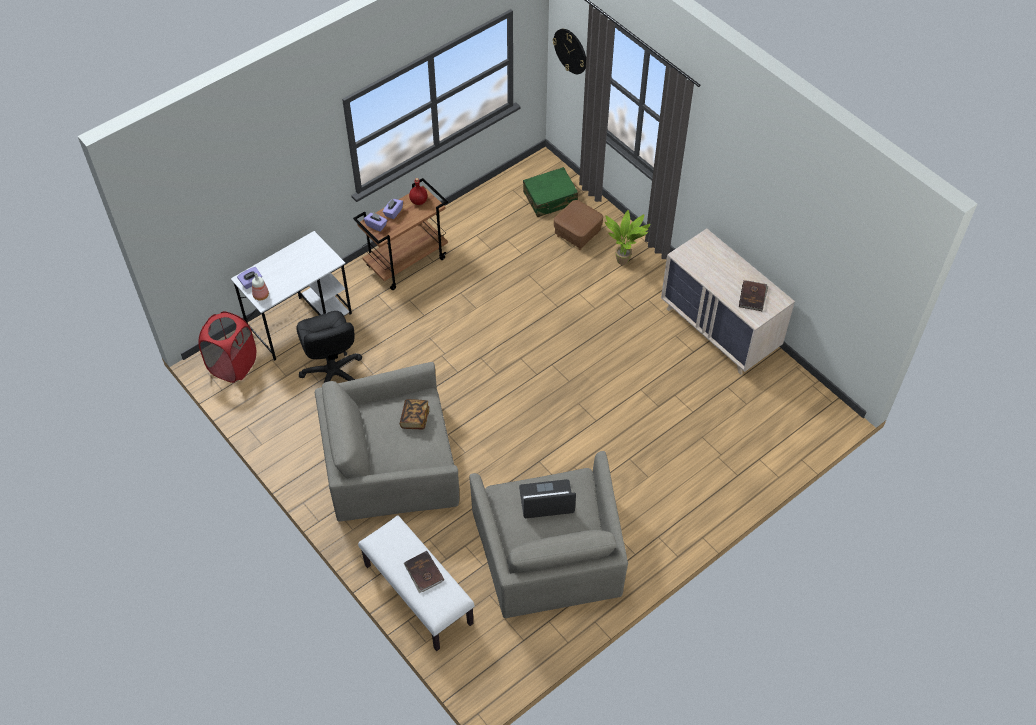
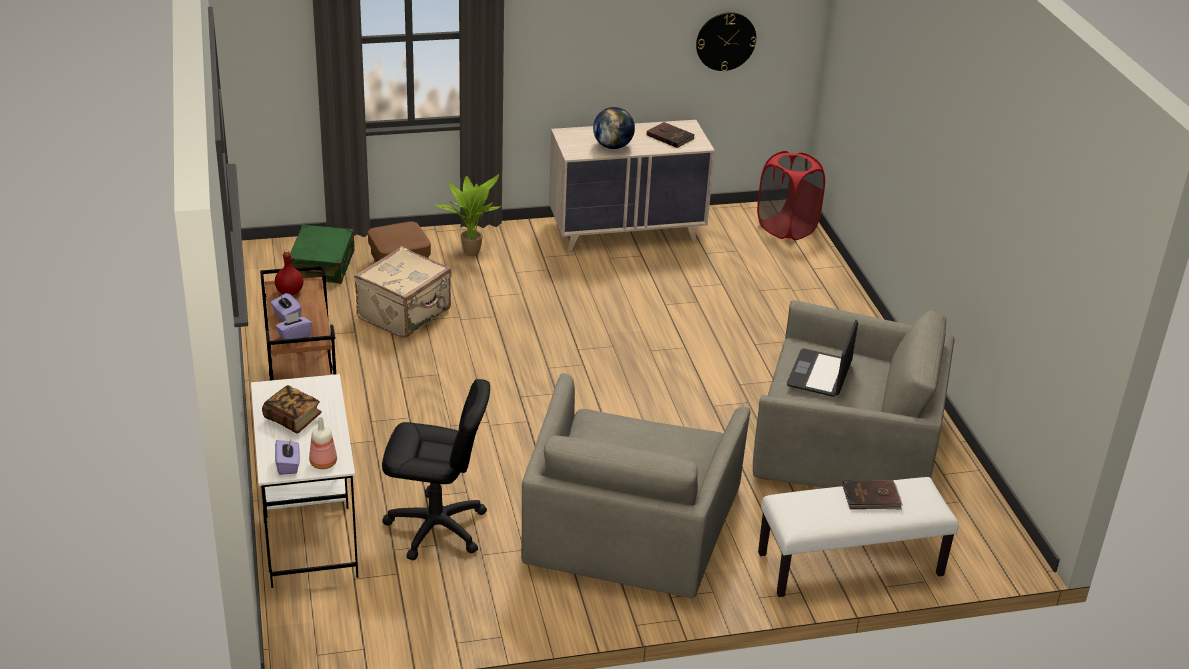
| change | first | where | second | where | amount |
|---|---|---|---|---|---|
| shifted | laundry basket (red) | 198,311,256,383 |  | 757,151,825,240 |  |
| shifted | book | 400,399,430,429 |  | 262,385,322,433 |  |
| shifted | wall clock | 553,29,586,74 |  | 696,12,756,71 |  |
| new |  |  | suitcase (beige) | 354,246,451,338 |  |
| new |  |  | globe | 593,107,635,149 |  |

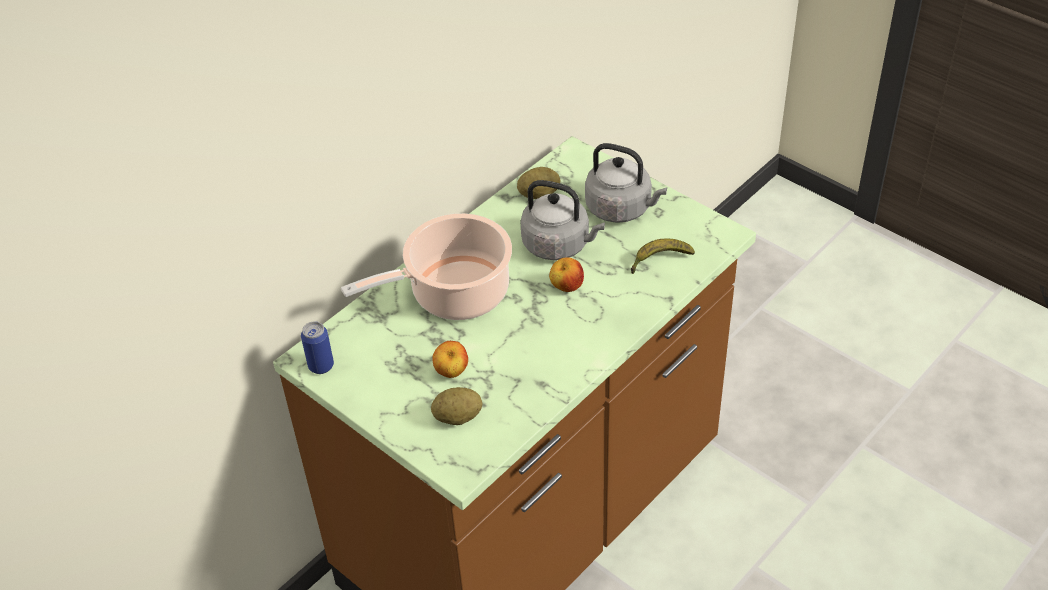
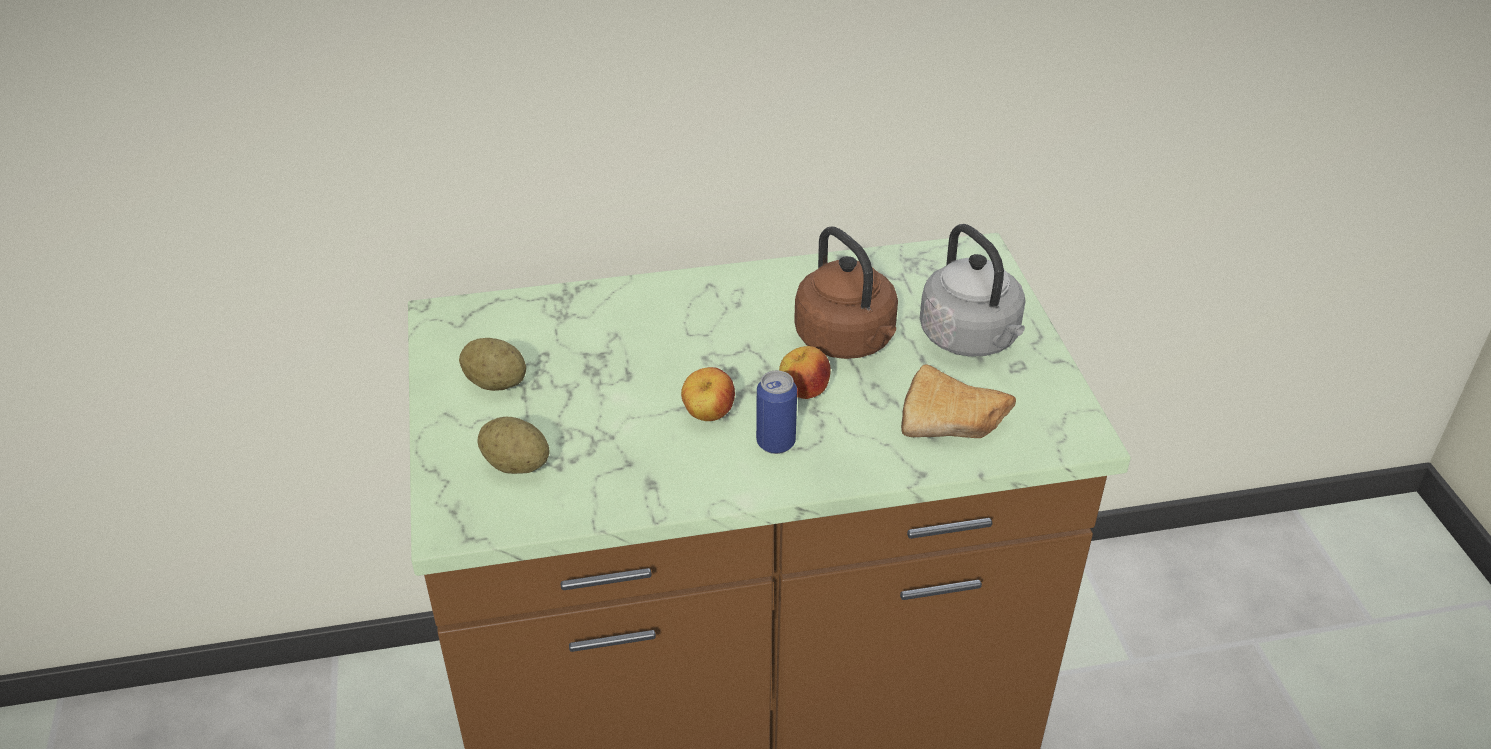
| change | first | where | second | where | amount |
|---|---|---|---|---|---|
| shifted | can | 301,321,334,374 |  | 756,371,797,454 |  |
| gone | cooking pot | 341,213,512,320 |  |  |  |
| shifted | apple | 432,341,468,378 |  | 681,367,735,421 |  |
| shifted | potato | 517,167,560,199 |  | 459,338,526,391 |  |
| repainted | kettle (grey) | 520,180,605,260 | kettle (brown) | 794,226,898,359 |  |
| swapped | banana | 631,238,695,274 | bread | 901,365,1016,438 |  |

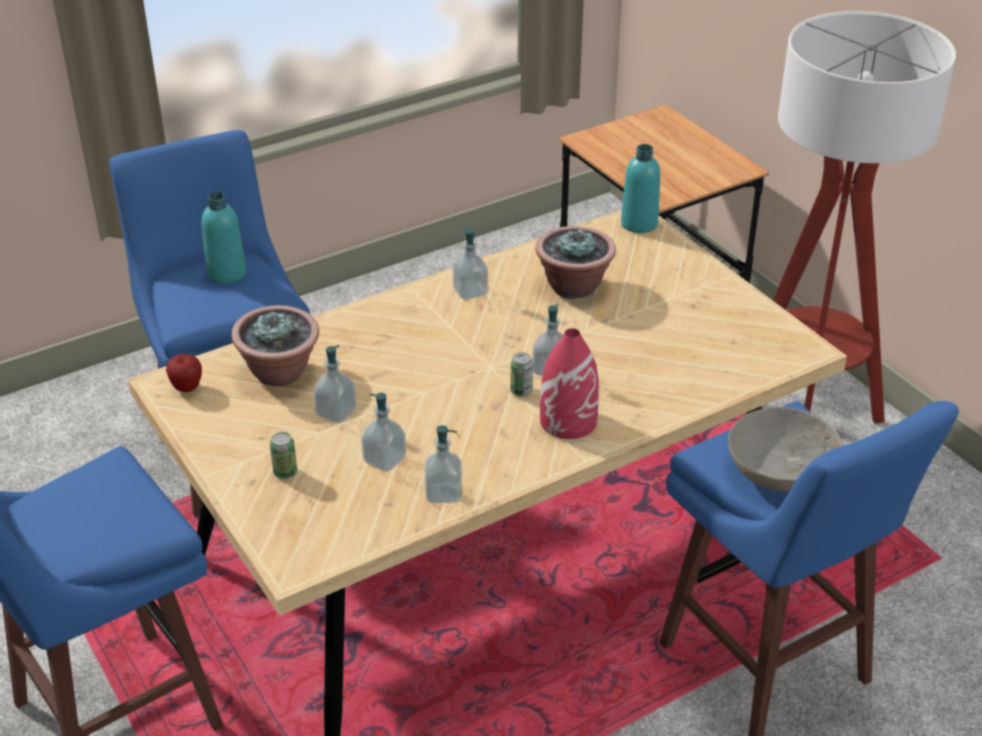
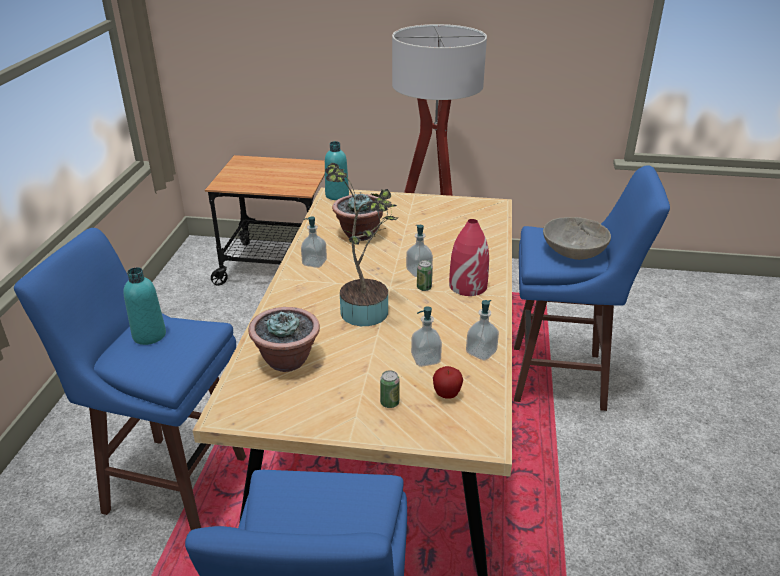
| change | first | where | second | where | amount |
|---|---|---|---|---|---|
| shifted | apple | 166,354,202,392 |  | 433,366,463,399 |  |
| gone | soap dispenser | 313,345,356,423 |  |  |  |
| new |  |  | potted plant | 325,163,398,326 |  |

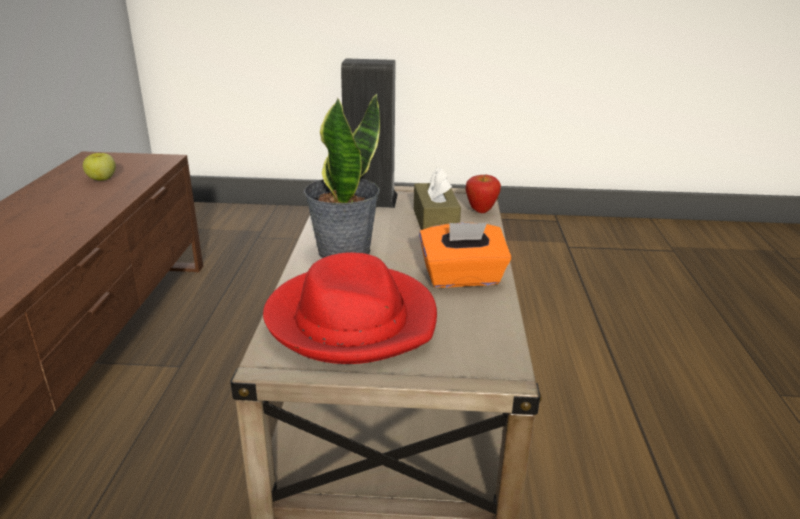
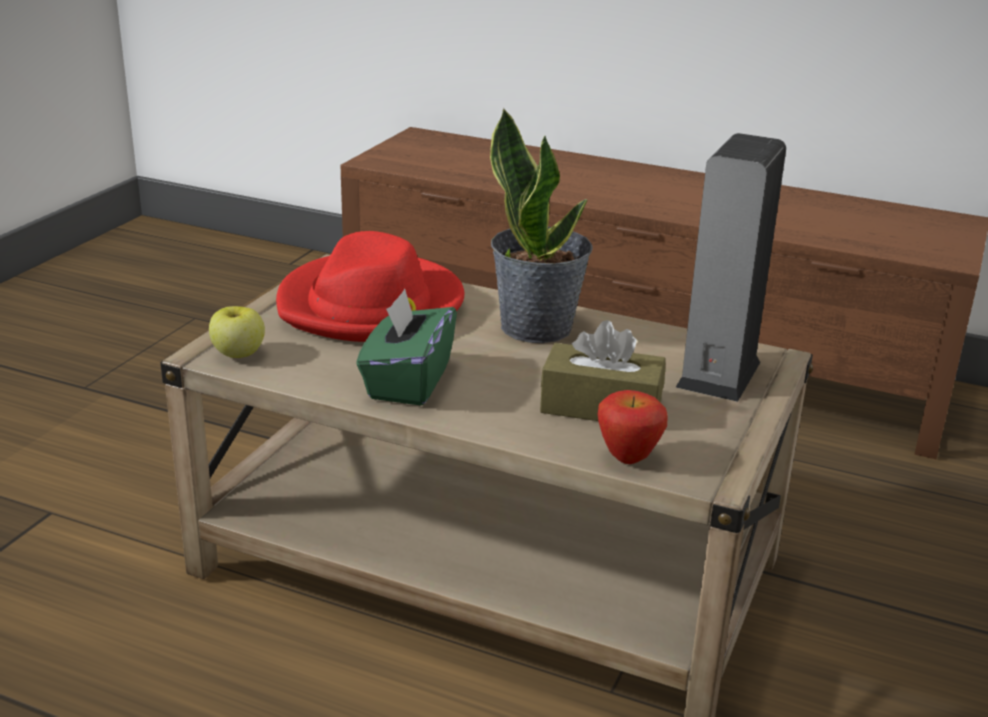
| change | first | where | second | where | amount |
|---|---|---|---|---|---|
| shifted | apple | 83,153,116,180 |  | 209,306,265,358 |  |
| repainted | tissue box (orange) | 419,223,512,288 | tissue box (green) | 356,289,457,406 |  |

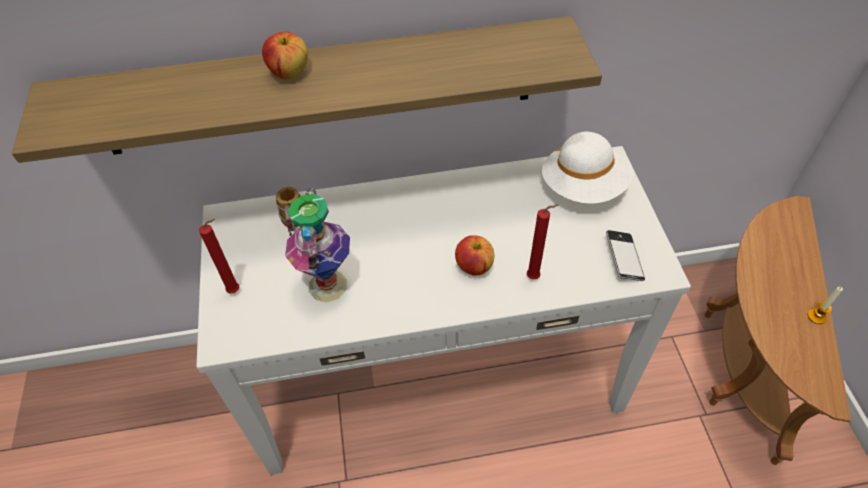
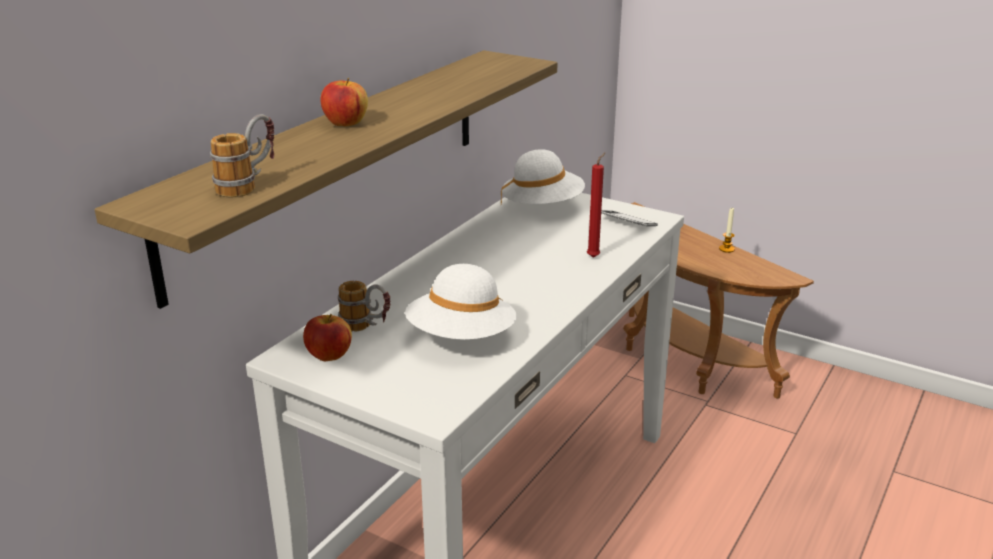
| change | first | where | second | where | amount |
|---|---|---|---|---|---|
| gone | candle (red) | 199,219,239,294 |  |  |  |
| swapped | vase | 285,188,350,303 | hat (white) | 405,264,517,340 |  |
| shifted | apple | 455,235,494,275 |  | 303,314,352,361 |  |
| new |  |  | mug | 210,114,275,197 |  |

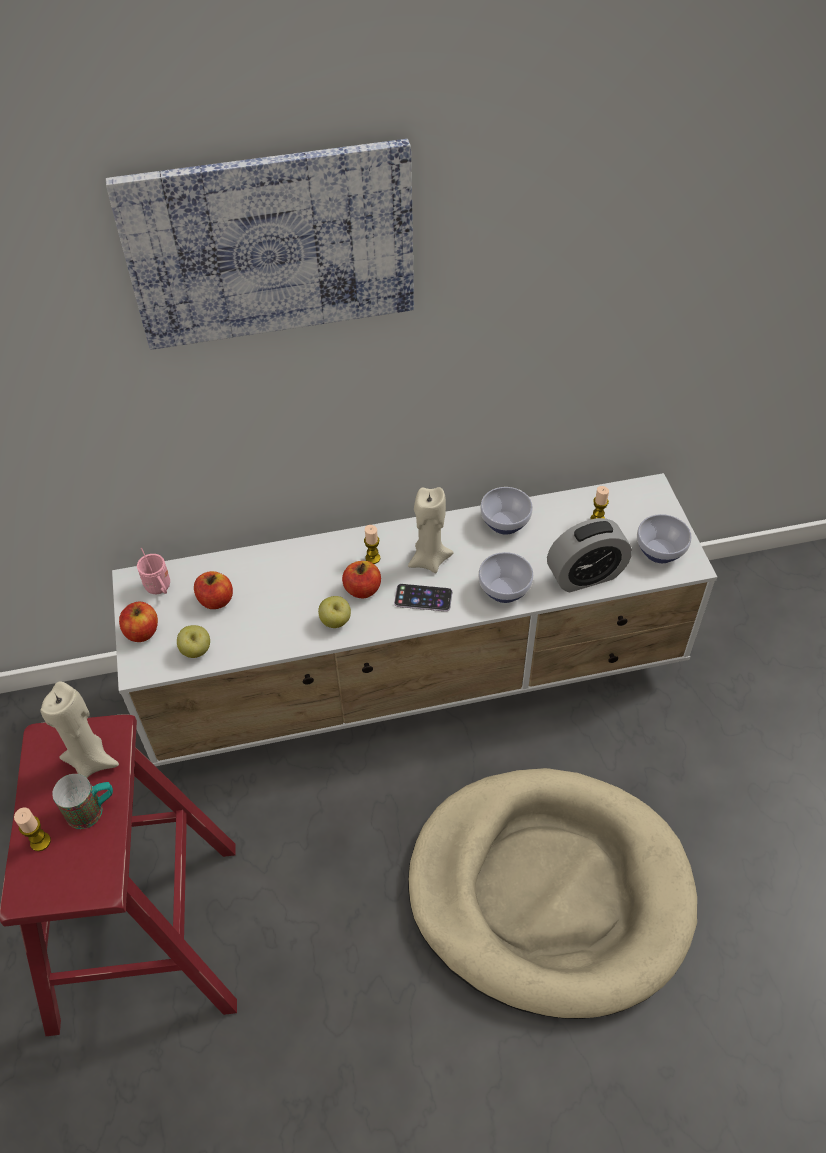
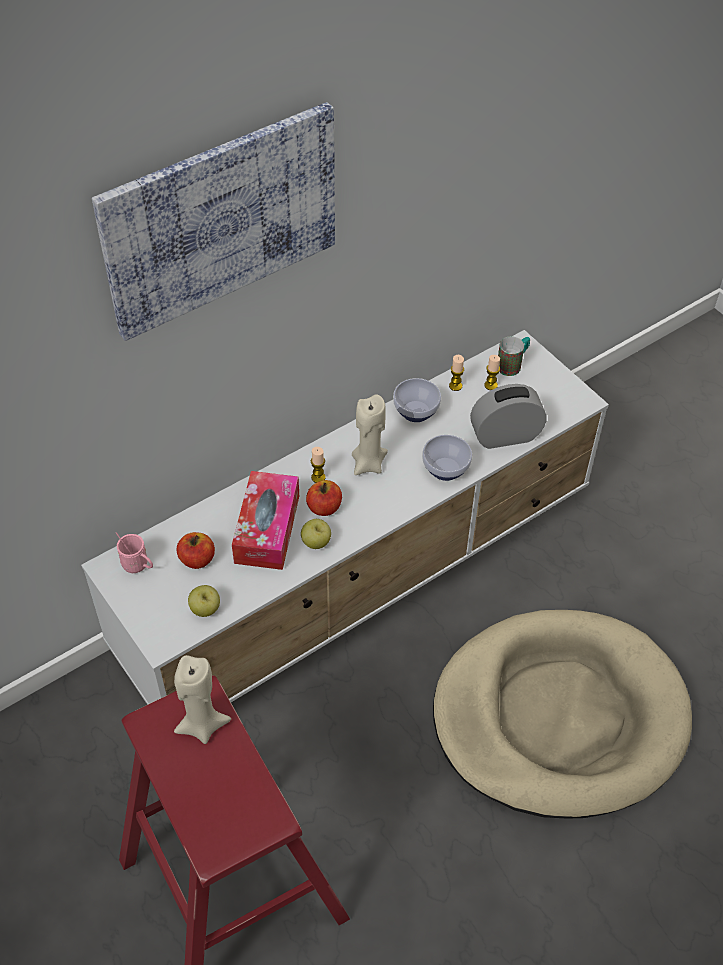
| change | first | where | second | where | amount |
|---|---|---|---|---|---|
| shifted | candle | 14,807,51,851 |  | 449,355,464,391 |  |
| shifted | mug | 52,774,113,829 |  | 498,336,530,376 |  |
| gone | apple | 119,601,158,642 |  |  |  |
| gone | phone | 394,584,452,612 |  |  |  |
| rotated | alarm clock | 547,518,632,592 |  | 470,384,547,449 | 150 degrees counterclockwise |
| gone | bowl | 637,514,692,563 |  |  |  |
| new |  |  | tissue box | 232,471,299,570 |  |

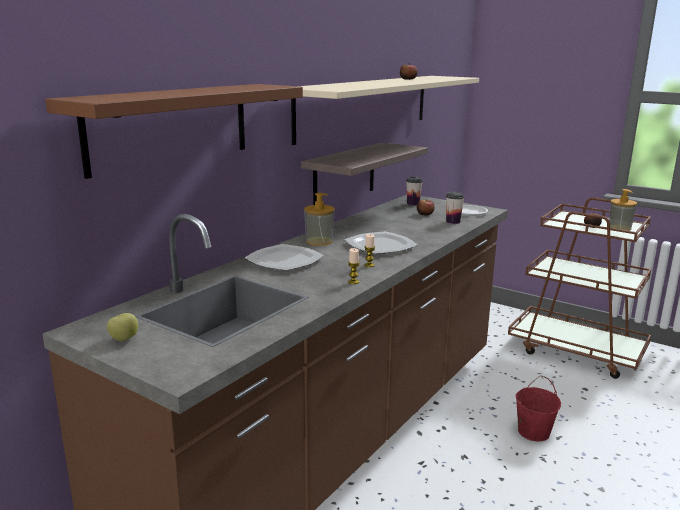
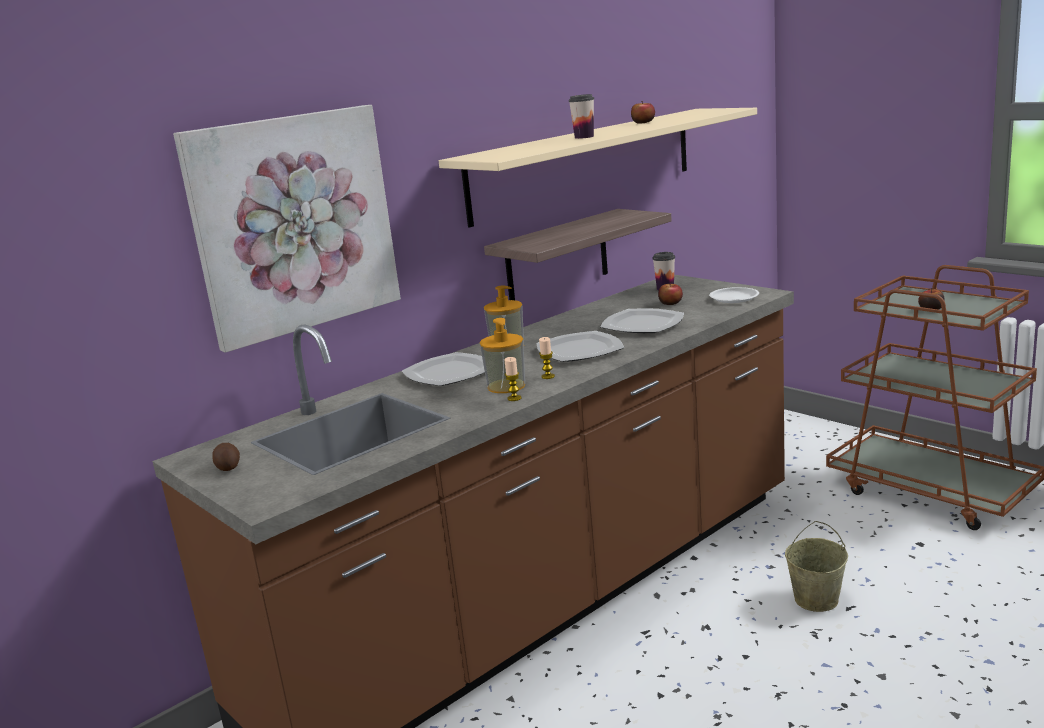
| change | first | where | second | where | amount |
|---|---|---|---|---|---|
| swapped | shelf (brown) | 45,84,303,179 | picture | 173,105,401,353 |  |
| swapped | apple | 107,313,138,341 | potato | 212,443,240,471 |  |
| shifted | cup | 446,192,465,224 |  | 569,94,594,139 |  |
| repainted | bucket (red) | 516,376,561,442 | bucket (beige) | 785,521,848,612 |  |
| shifted | soap dispenser | 609,189,637,231 |  | 480,318,525,393 |  |
| new |  |  | plate | 600,309,684,333 |  |

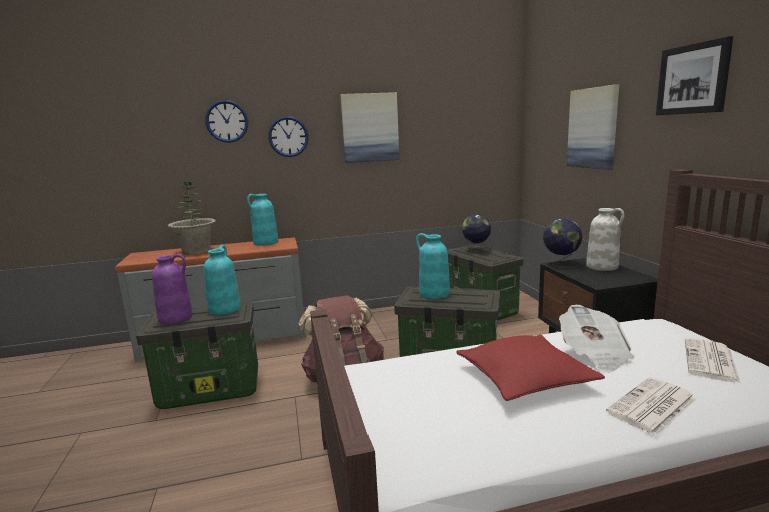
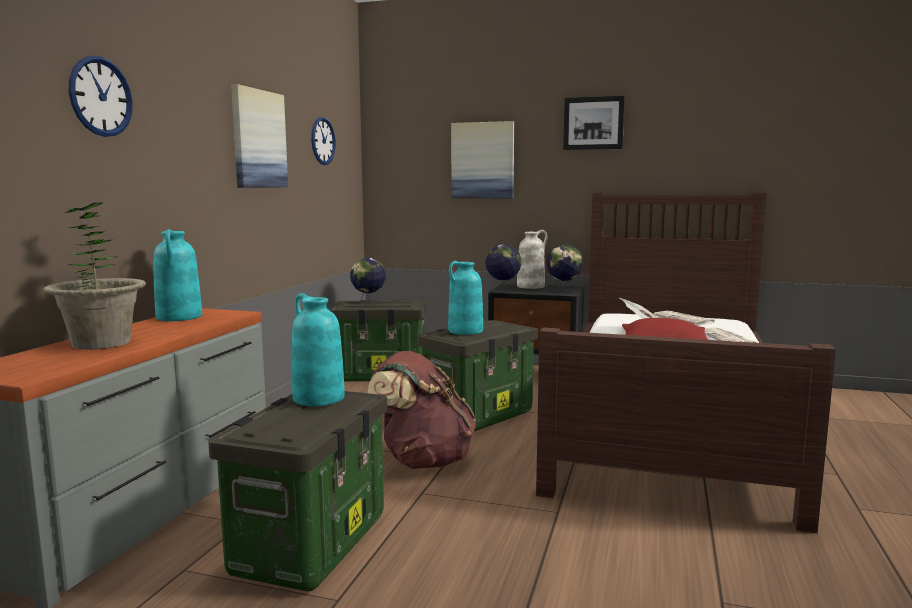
| change | first | where | second | where | amount |
|---|---|---|---|---|---|
| gone | vase (purple) | 152,254,193,325 |  |  |  |
| shifted | wall clock | 268,116,309,157 |  | 311,117,336,165 |  |
| new |  |  | globe | 546,244,583,291 |  |

